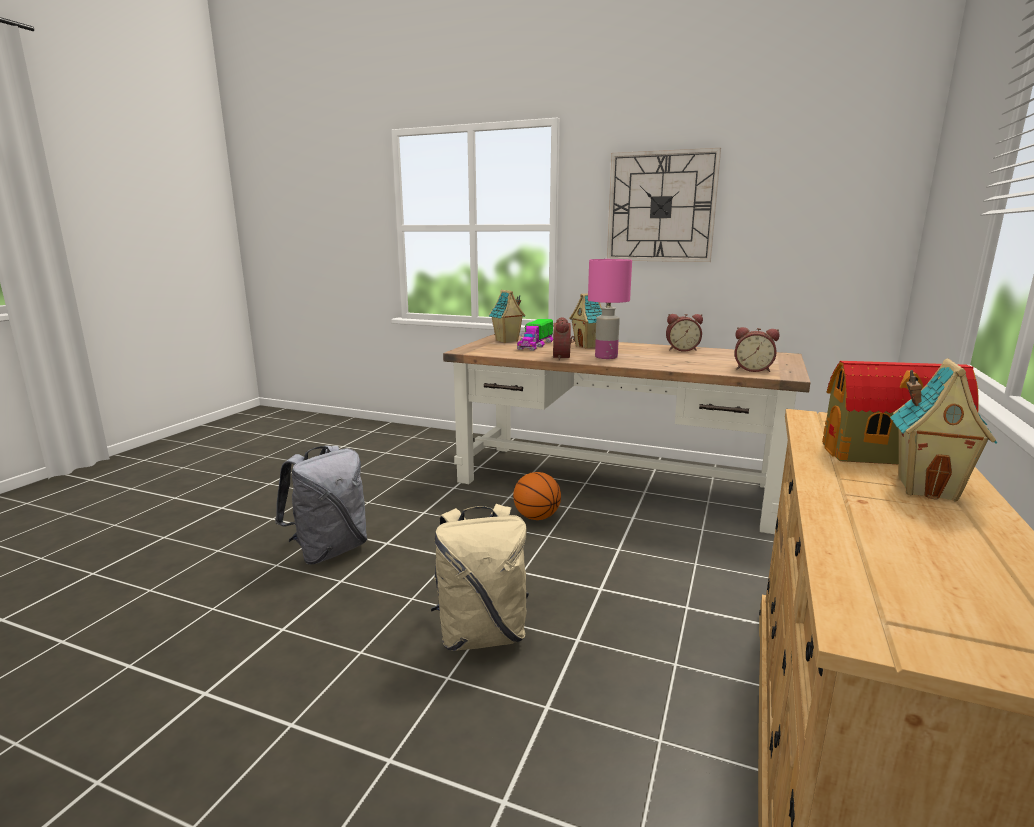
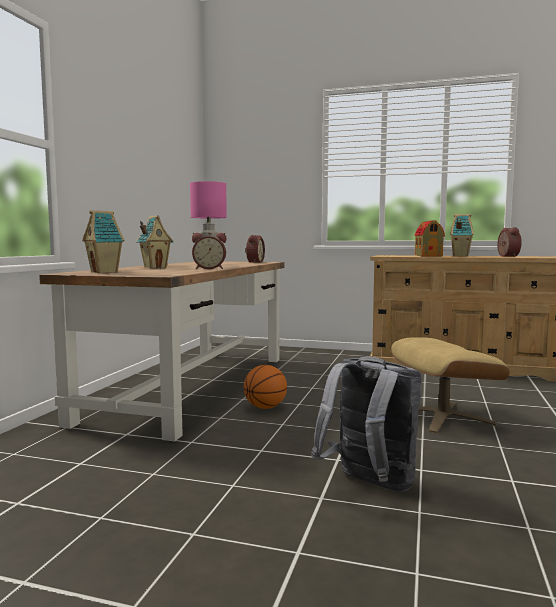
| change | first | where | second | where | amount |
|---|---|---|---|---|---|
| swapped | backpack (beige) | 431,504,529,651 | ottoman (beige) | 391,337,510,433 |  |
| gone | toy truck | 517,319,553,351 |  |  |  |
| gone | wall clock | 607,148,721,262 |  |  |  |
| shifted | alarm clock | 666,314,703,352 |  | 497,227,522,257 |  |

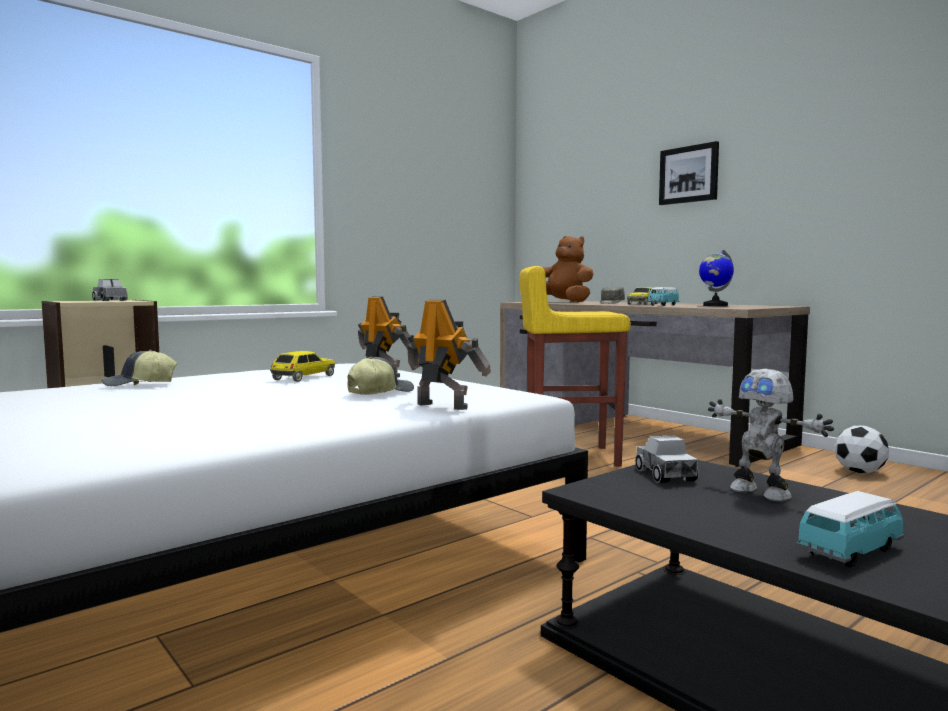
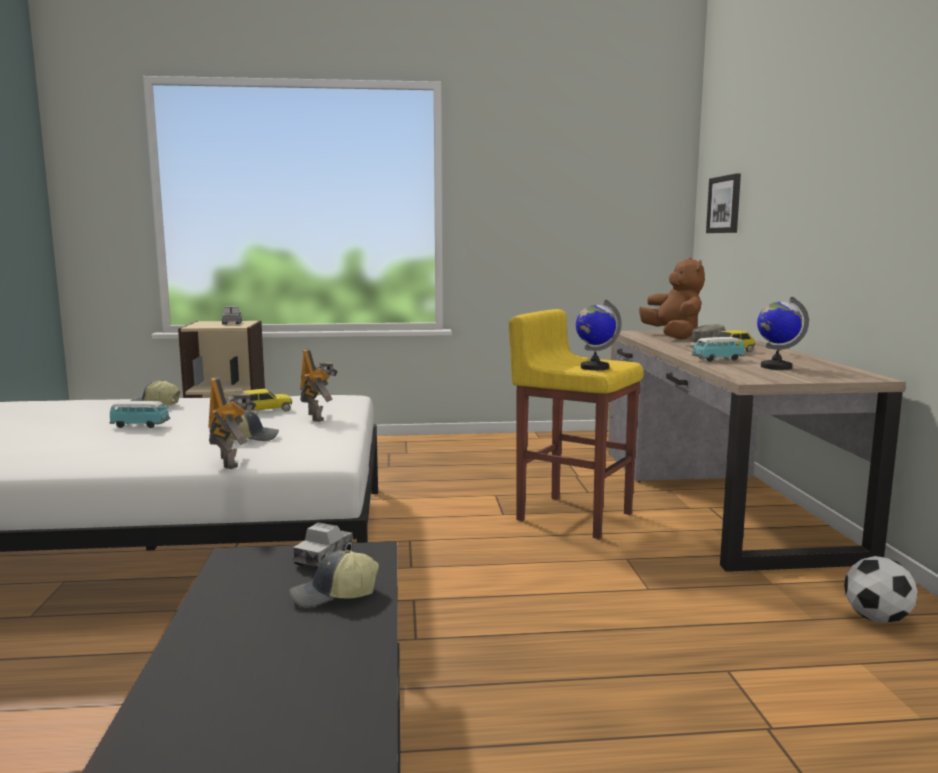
| change | first | where | second | where | amount |
|---|---|---|---|---|---|
| shifted | picture | 659,141,719,205 |  | 706,173,741,233 |  |
| swapped | toy robot | 708,369,834,501 | cap | 289,550,379,608 |  |
| shifted | toy car | 796,491,904,567 |  | 110,401,170,428 |  |
| new |  |  | globe | 576,300,622,370 |  |

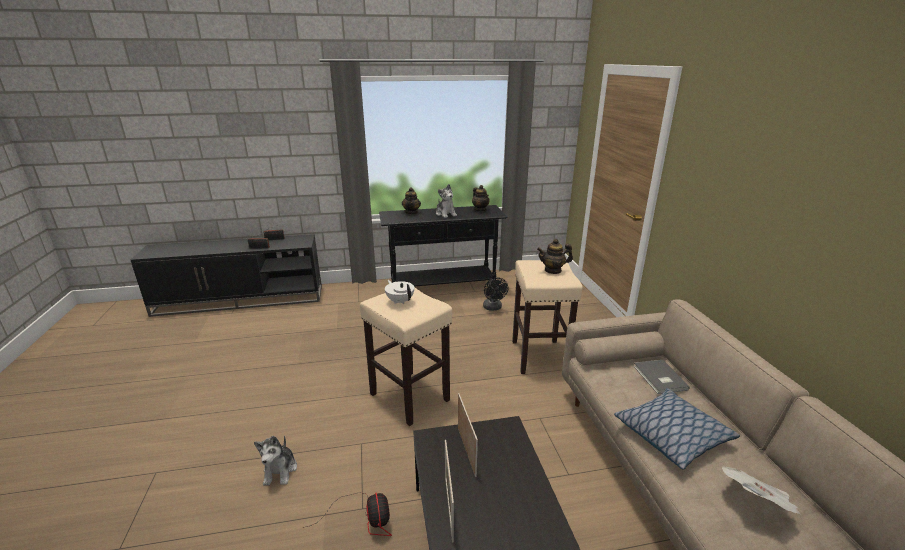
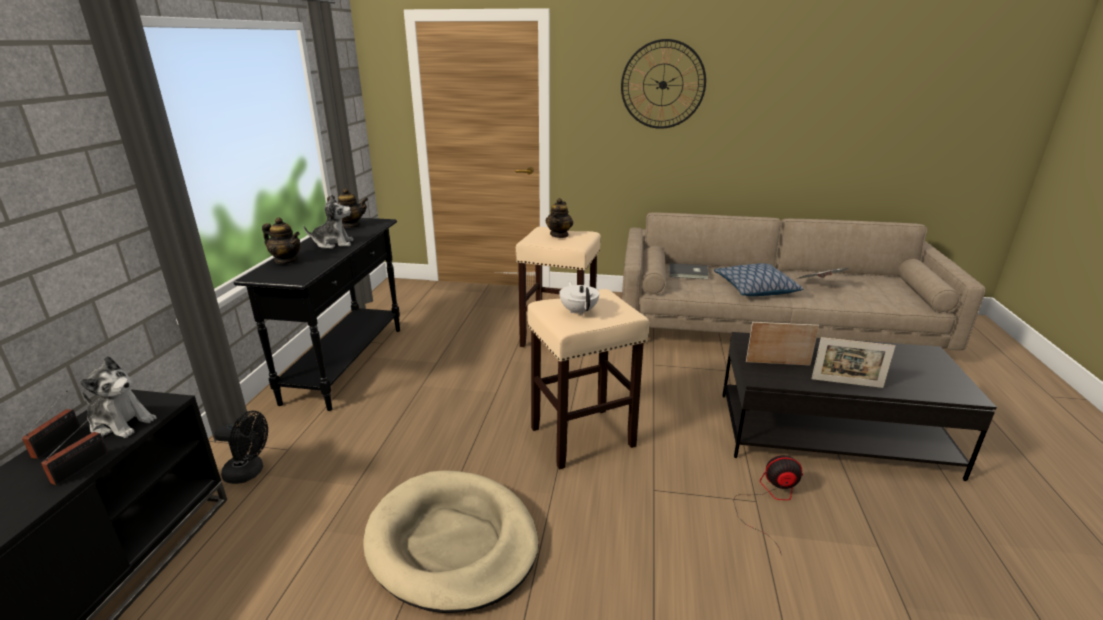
| change | first | where | second | where | amount |
|---|---|---|---|---|---|
| shifted | plush toy | 254,436,297,486 |  | 80,356,157,438 |  |
| rotated | teapot (white) | 385,280,414,304 |  | 559,281,599,316 | 90 degrees clockwise |
| shifted | fan (black) | 483,278,508,311 |  | 214,411,268,484 |  |
| new |  |  | dog bed (beige) | 363,470,538,613 |  |
| new |  |  | wall clock | 621,39,706,129 |  |

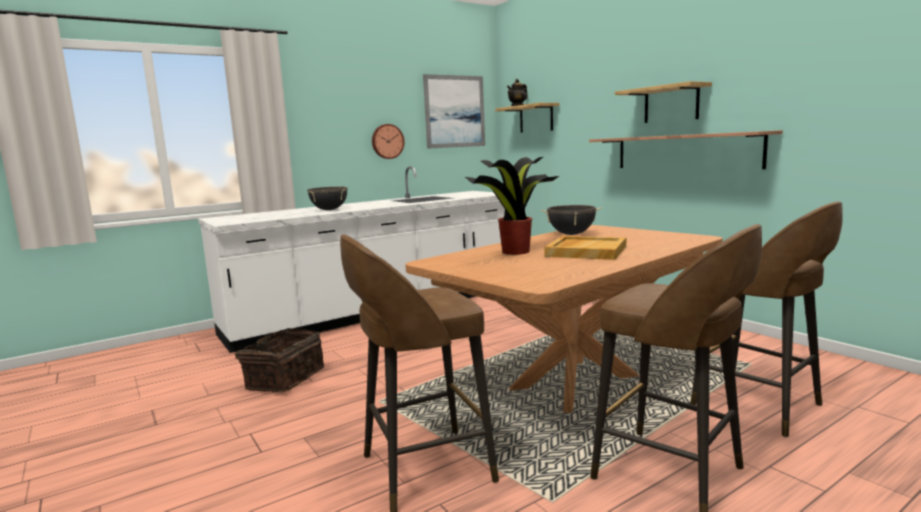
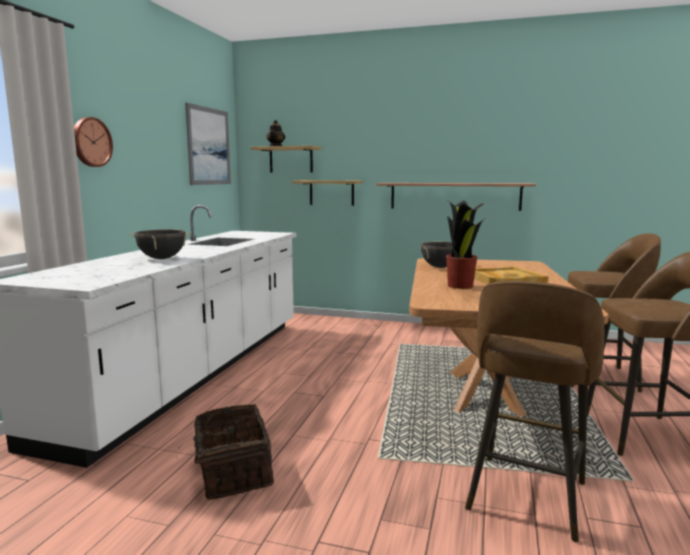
| change | first | where | second | where | amount |
|---|---|---|---|---|---|
| shifted | wall clock | 372,124,404,159 |  | 74,117,113,167 |  |
| shifted | shelf | 615,81,712,123 |  | 292,180,363,206 |  |

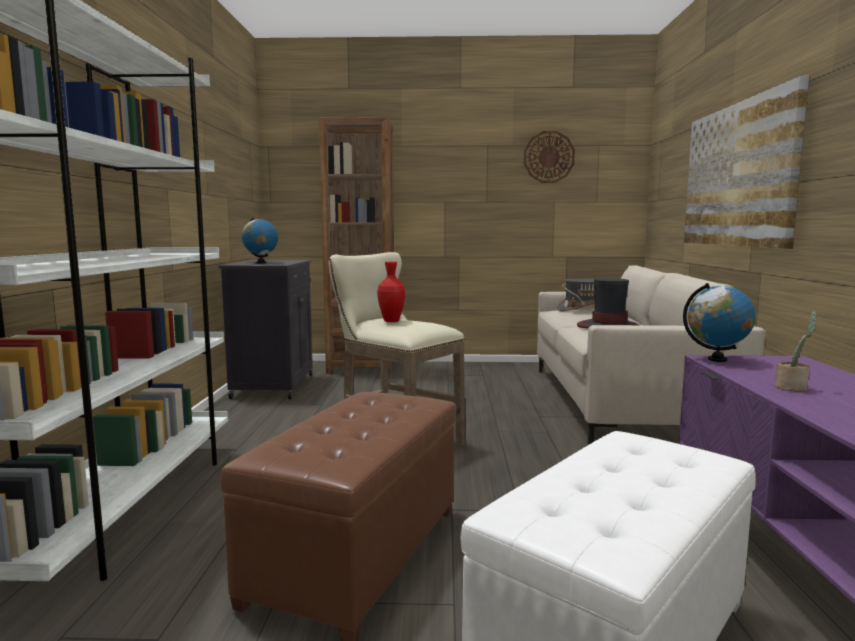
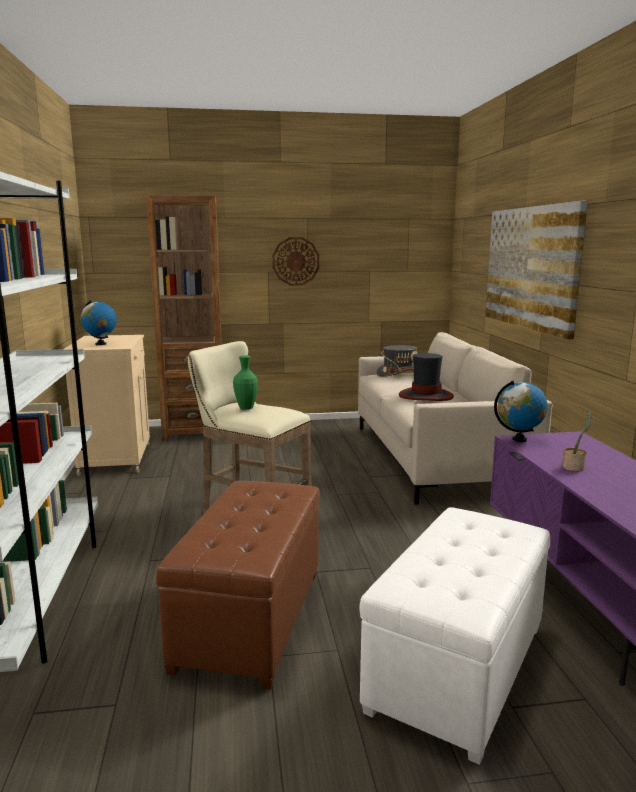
| change | first | where | second | where | amount |
|---|---|---|---|---|---|
| repainted | cabinet (black) | 219,260,313,400 | cabinet (beige) | 63,335,150,476 |  |
| repainted | vase (red) | 377,261,405,322 | vase (green) | 233,355,258,410 |  |
| shifted | wall clock | 524,131,575,183 |  | 272,237,319,286 |  |

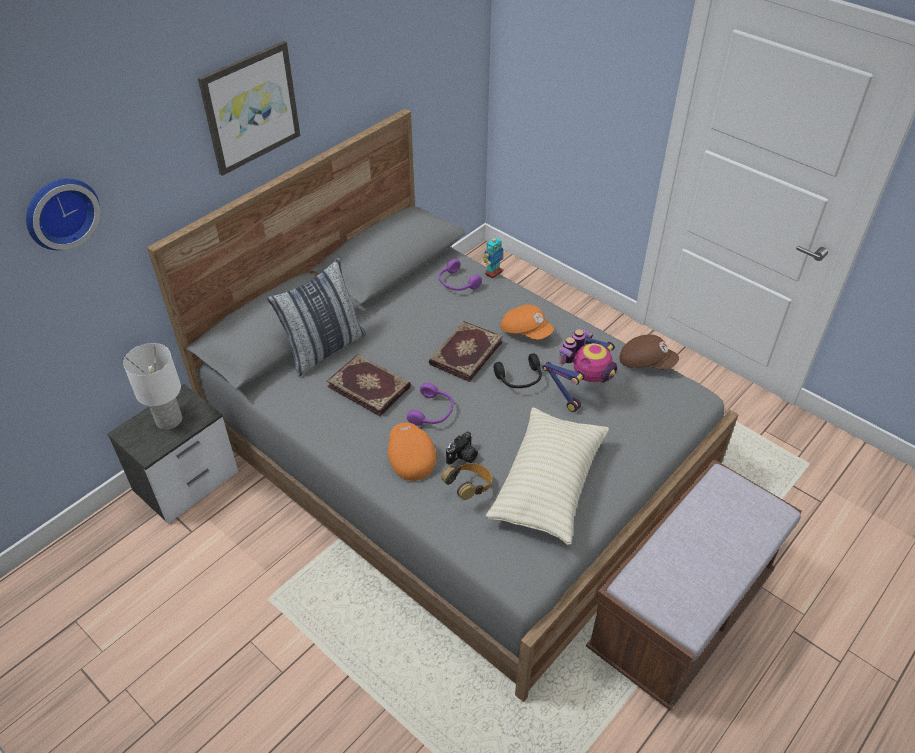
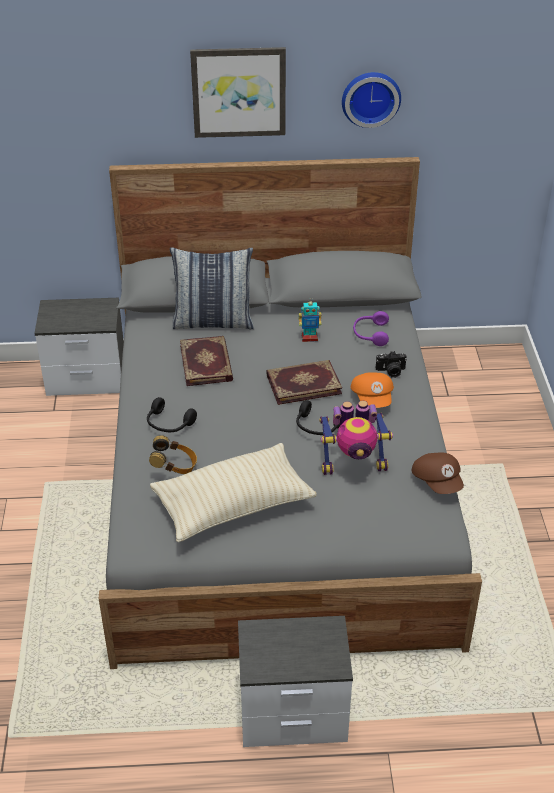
| change | first | where | second | where | amount |
|---|---|---|---|---|---|
| shifted | wall clock | 26,178,100,250 |  | 342,72,401,128 |  |
| gone | table lamp (white) | 123,343,182,430 |  |  |  |
| swapped | cap (orange) | 388,422,436,481 | headphones (black) | 147,397,197,432 |  |
| gone | headphones (purple) | 407,383,453,426 |  |  |  |
| shifted | photo camera | 446,432,478,465 |  | 376,351,407,378 |  |
| shifted | toy robot | 483,236,503,279 |  | 299,298,322,342 |  |
| swapped | bench (brown) | 586,459,802,711 | nightstand | 238,616,353,747 |  |

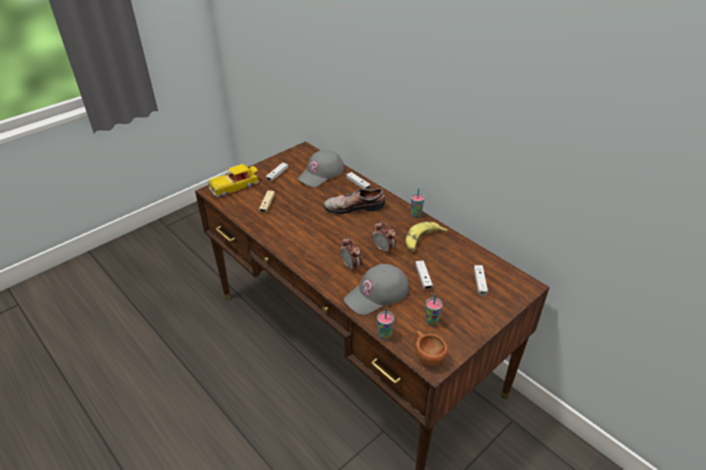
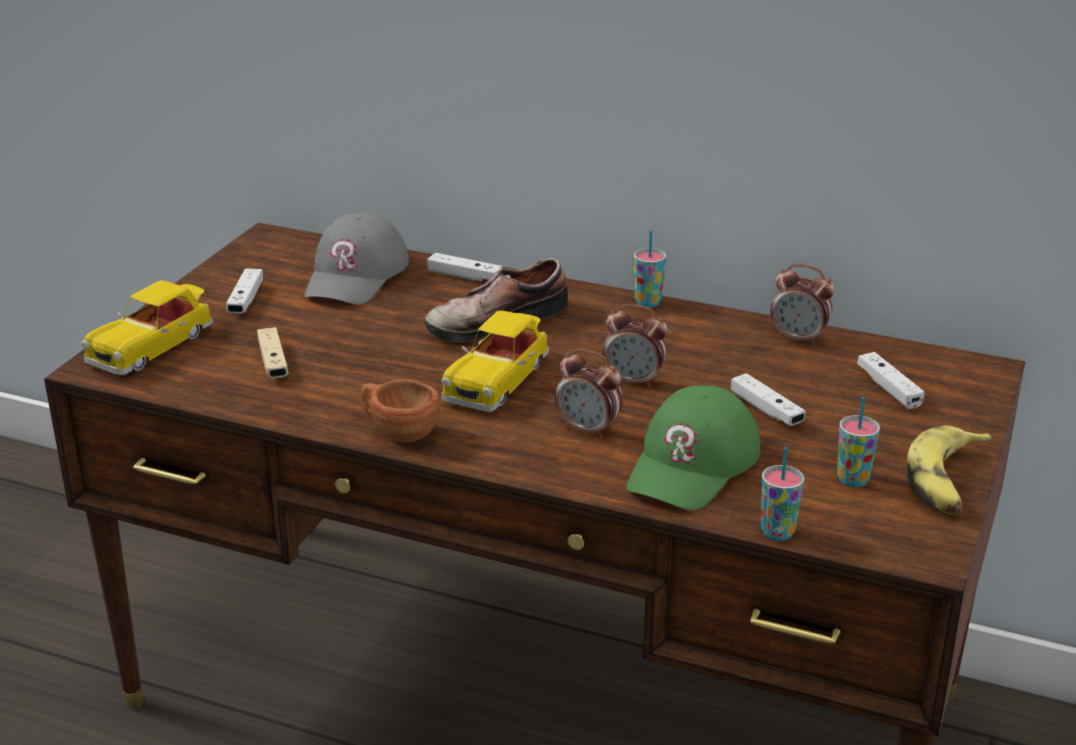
| change | first | where | second | where | amount |
|---|---|---|---|---|---|
| repainted | cap (grey) | 344,264,409,315 | cap (green) | 626,385,760,510 |  |
| shifted | banana | 405,222,447,252 |  | 906,425,993,514 |  |
| shifted | cup (brown) | 415,331,448,366 |  | 361,379,441,442 |  |
| new |  |  | toy car | 441,310,549,412 |  |
| new |  |  | alarm clock | 770,264,834,346 |  |

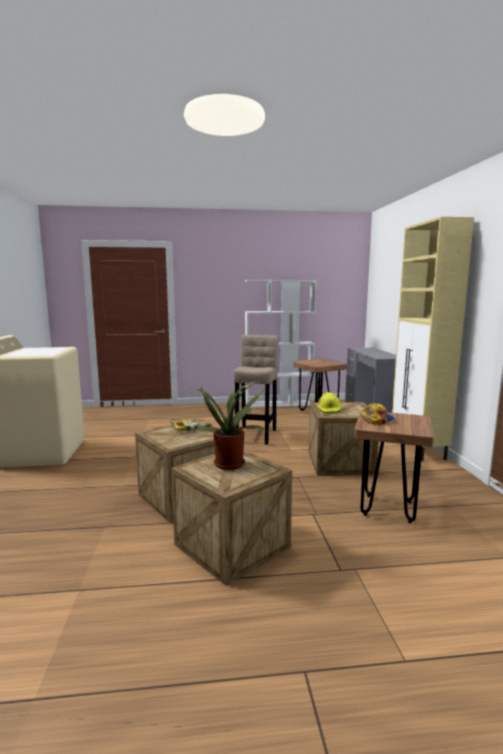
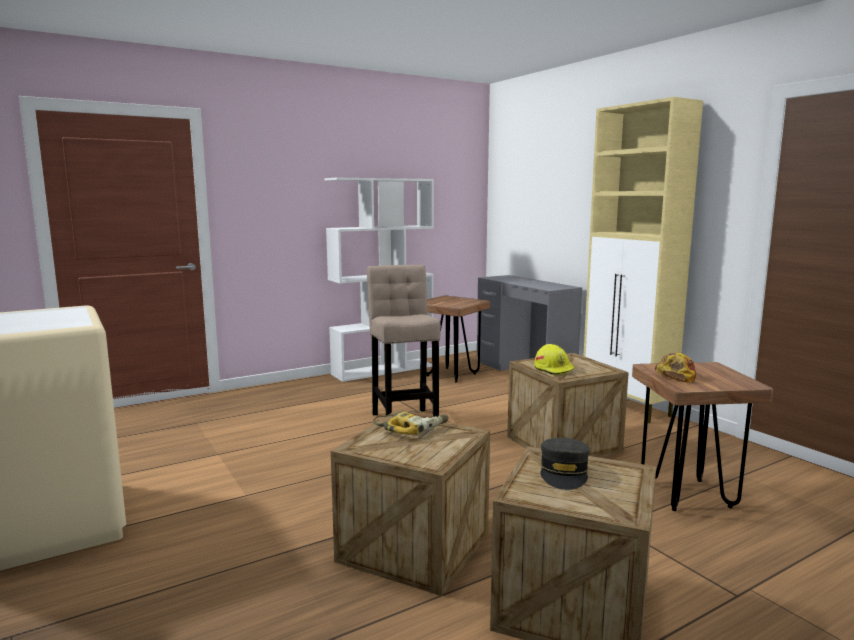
| change | first | where | second | where | amount |
|---|---|---|---|---|---|
| swapped | potted plant | 189,380,266,470 | cap (grey) | 541,437,590,490 |  |

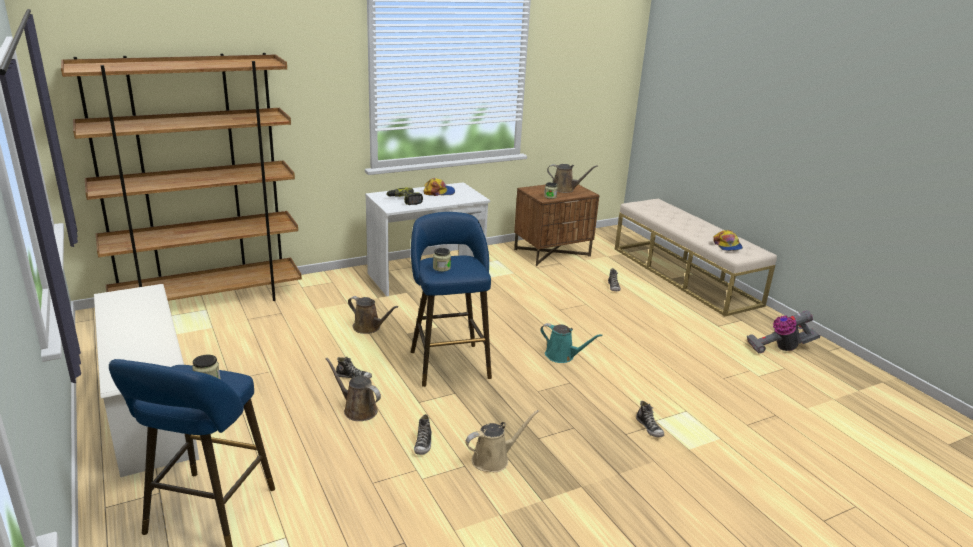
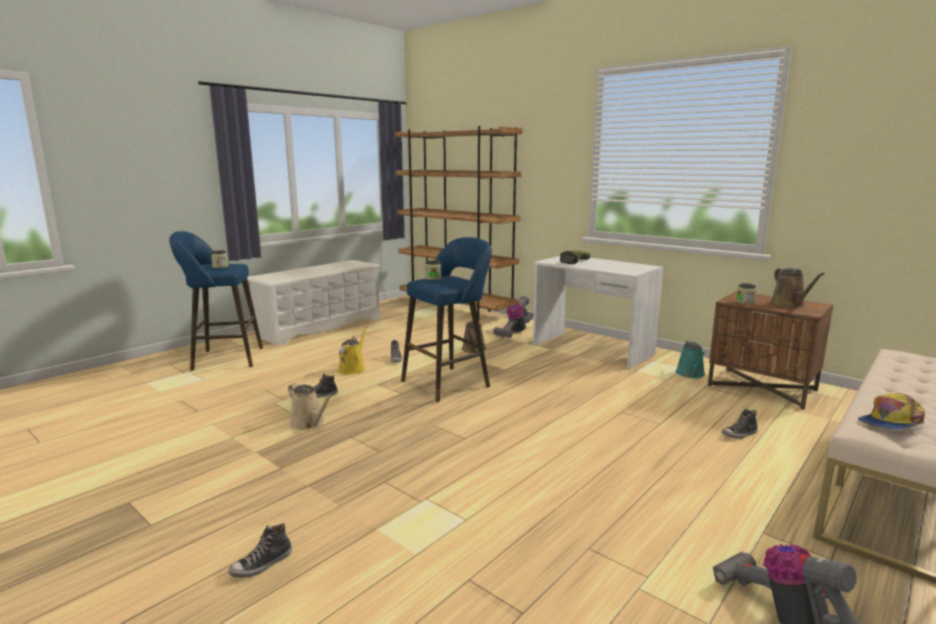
| change | first | where | second | where | amount |
|---|---|---|---|---|---|
| repainted | watering can (brown) | 326,358,381,421 | watering can (yellow) | 338,326,368,375 |  |
| gone | cap | 423,178,455,196 |  |  |  |
| shifted | watering can (turquoise) | 540,323,602,363 |  | 676,341,705,378 |  |
| shifted | shoe | 636,401,664,437 |  | 228,523,292,578 |  |
| new |  |  | vacuum cleaner | 493,296,534,338 |  |

